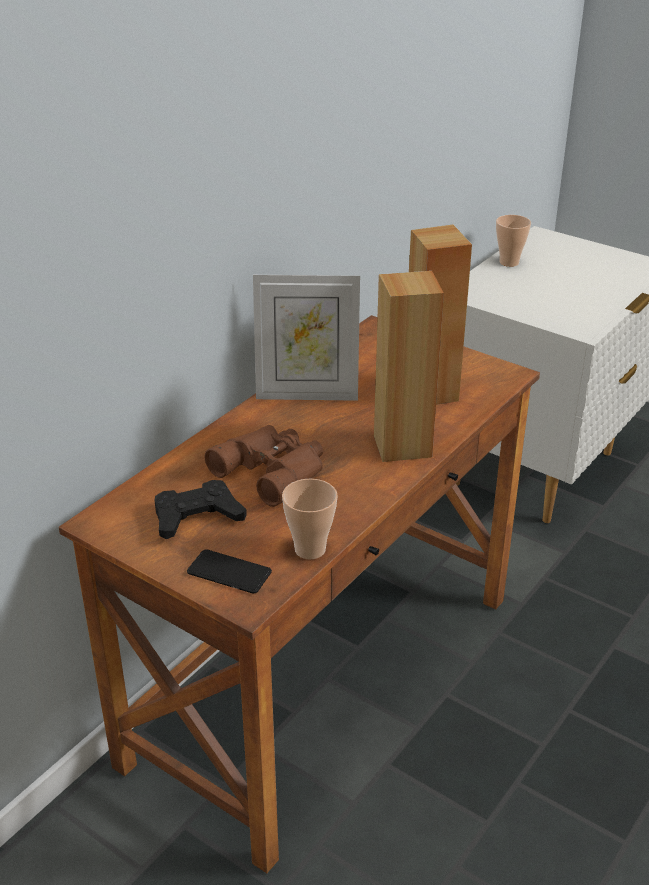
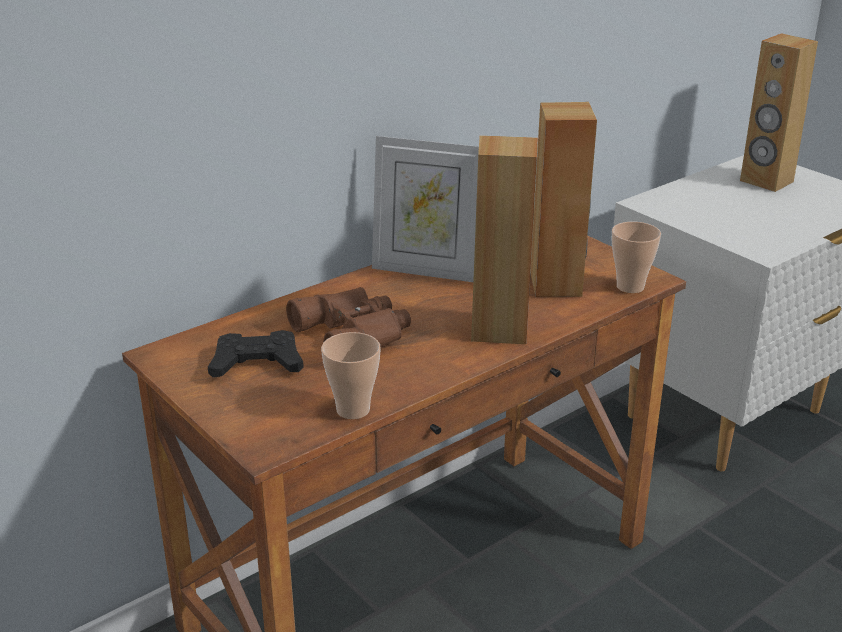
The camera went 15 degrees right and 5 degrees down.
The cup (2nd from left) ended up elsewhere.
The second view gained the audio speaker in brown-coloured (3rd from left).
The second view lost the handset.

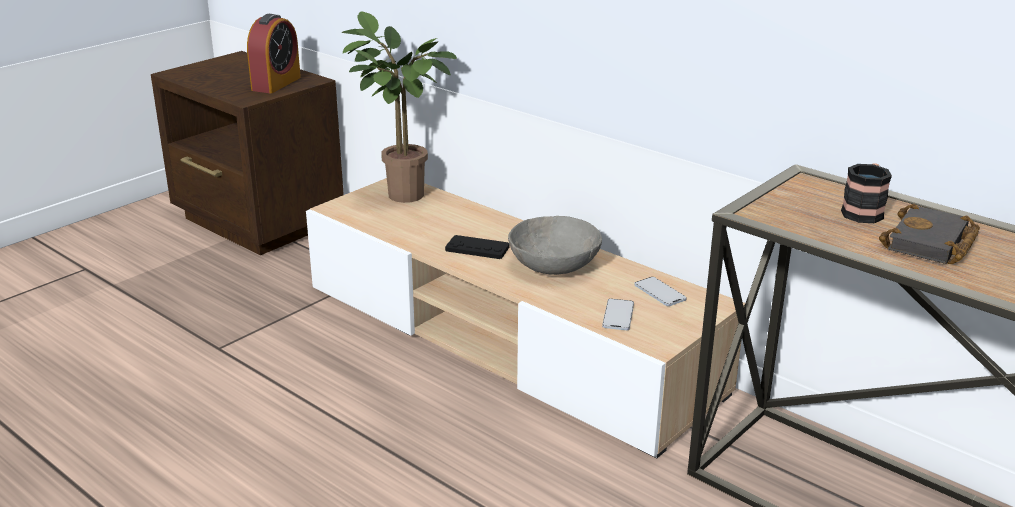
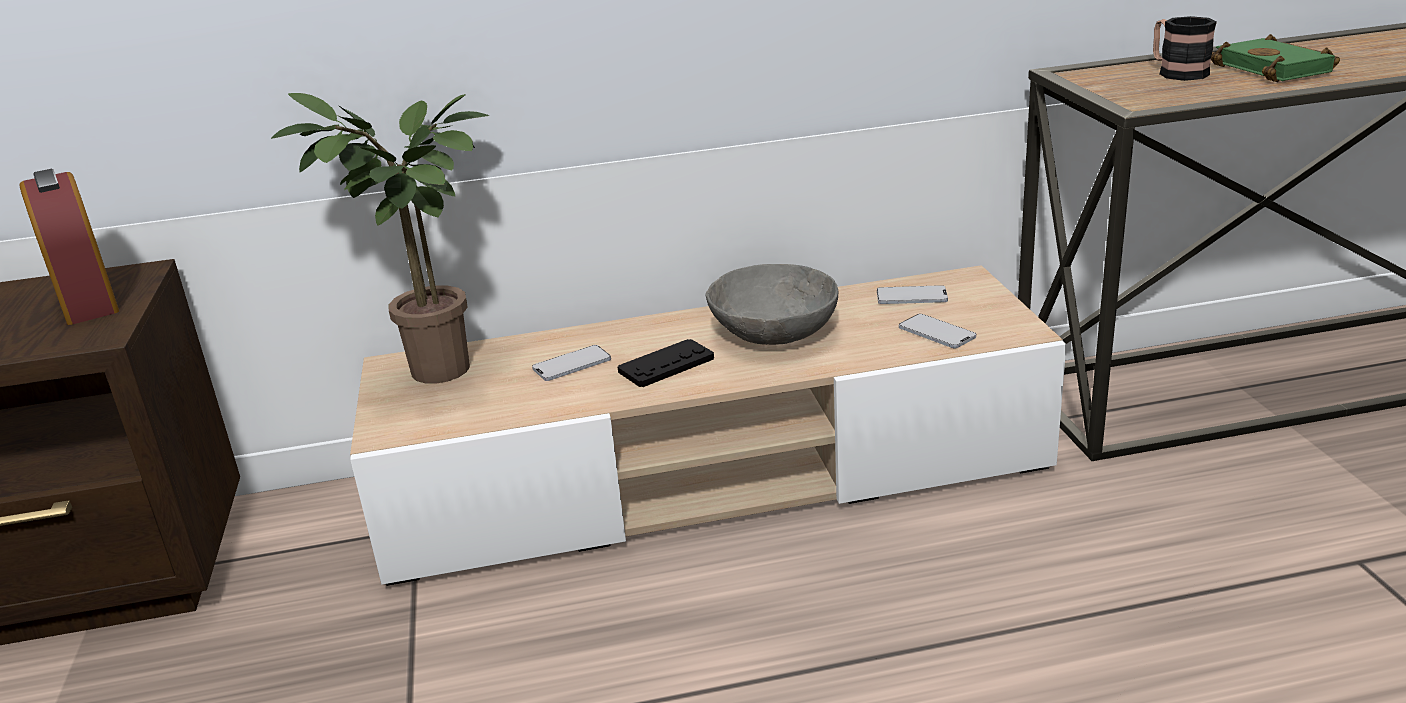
The camera went 50 degrees left and 0 degrees up.
The second view gained the handset (1st from left).
What was the book in black-coloured turned into the book in green.

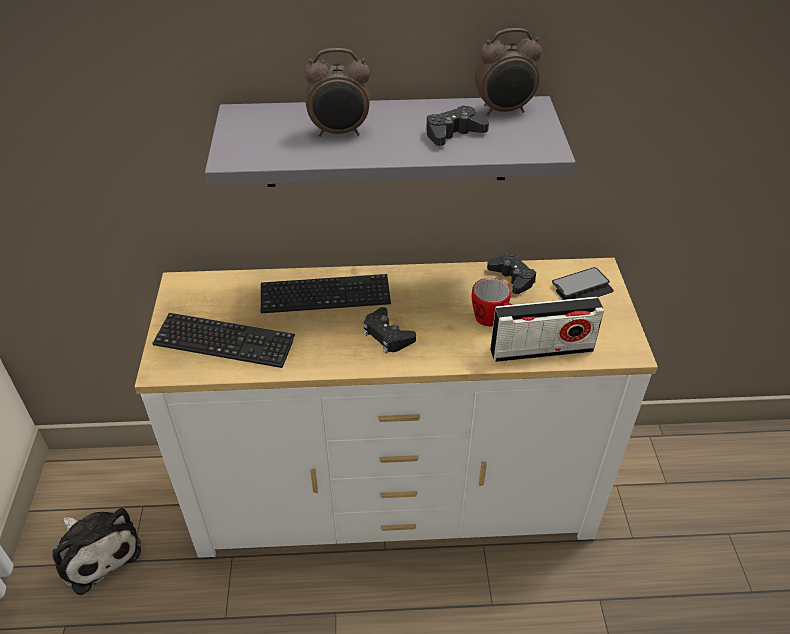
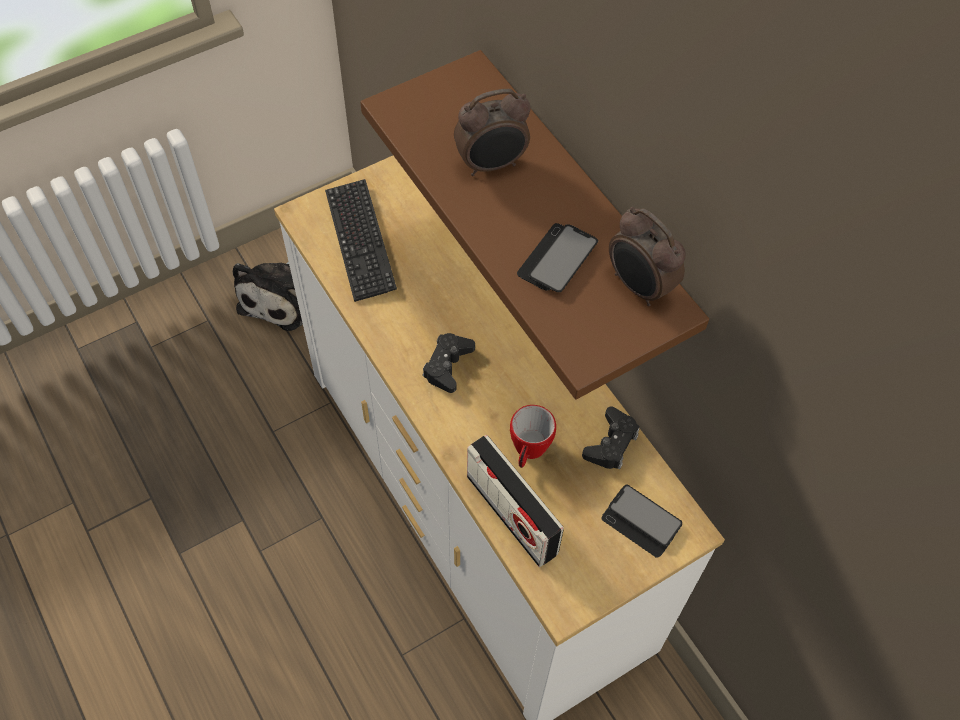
The camera went 60 degrees right and 15 degrees up.
What was the shelf in grey turned into the shelf in brown-coloured.
The alarm clock (1st from left) ended up facing another way, 75 degrees counterclockwise from before.
Where the gamepad in black-coloured (2nd from left) stood, the handset (1st from left) came to stand.
The second view lost the keyboard (2nd from left).

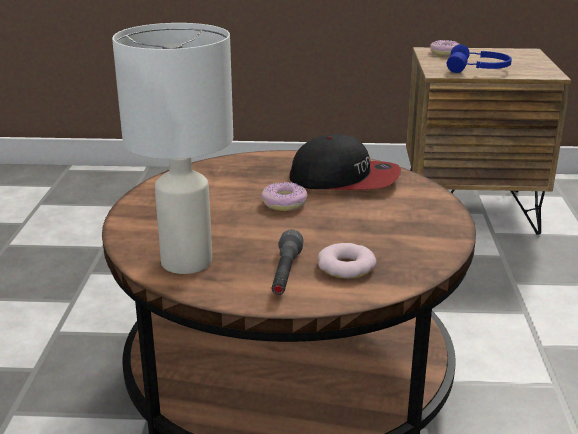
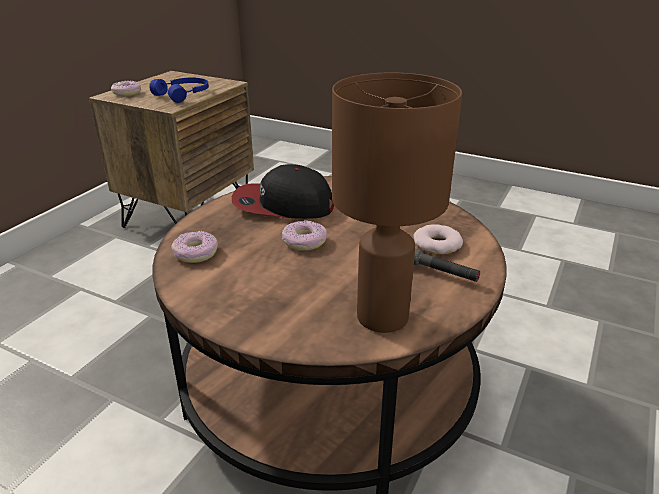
The camera went 65 degrees left and 5 degrees up.
The second view gained the donut (2nd from left).
The baseball cap ended up facing another way, 120 degrees counterclockwise from before.
What was the lamp for a table in white turned into the lamp for a table in brown-coloured.

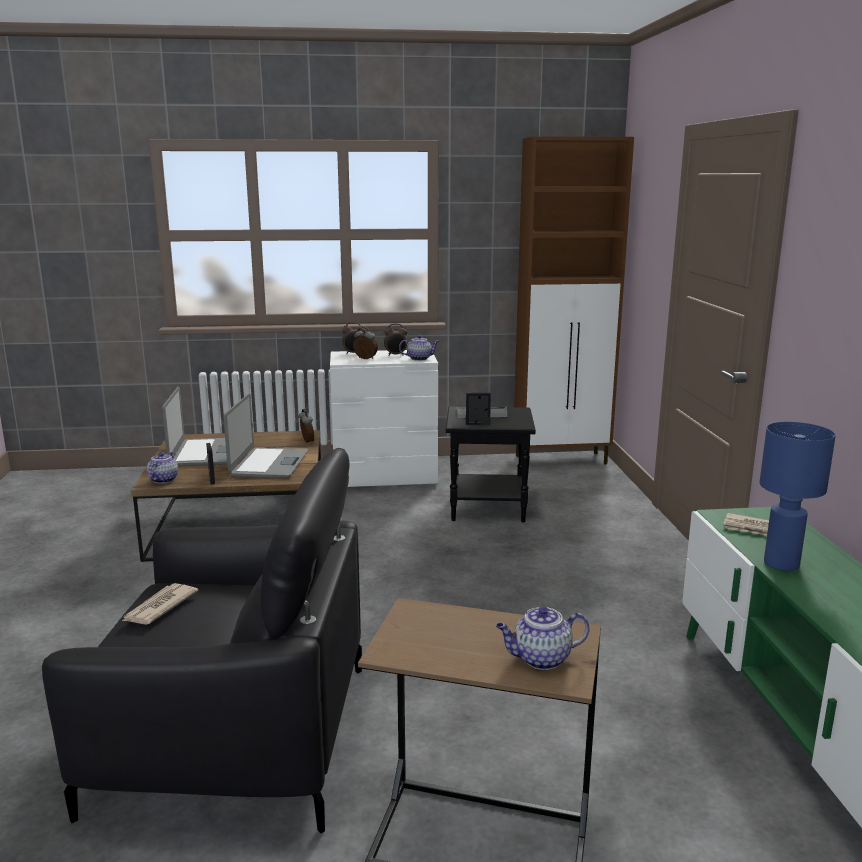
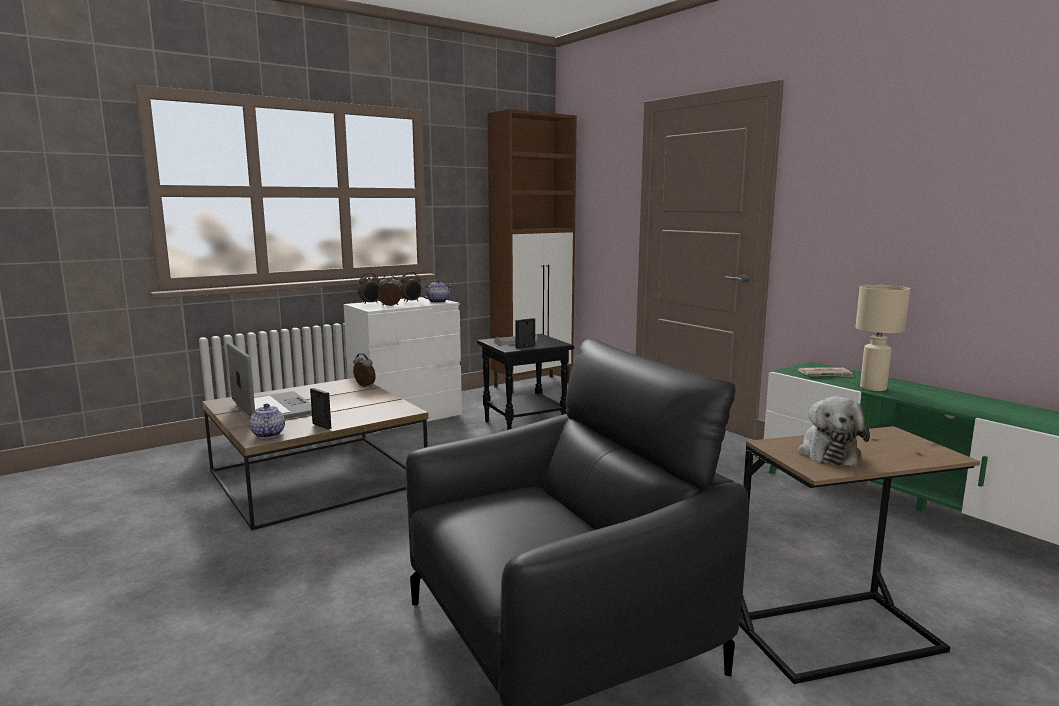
The camera went 30 degrees left and 5 degrees down.
The second view gained the cuddly toy.
What was the lamp for a table in bluish turned into the lamp for a table in beige-coloured.
The second view lost the daily paper (1st from left).
The second view lost the portable computer (2nd from left).
The second view lost the teapot (3rd from left).

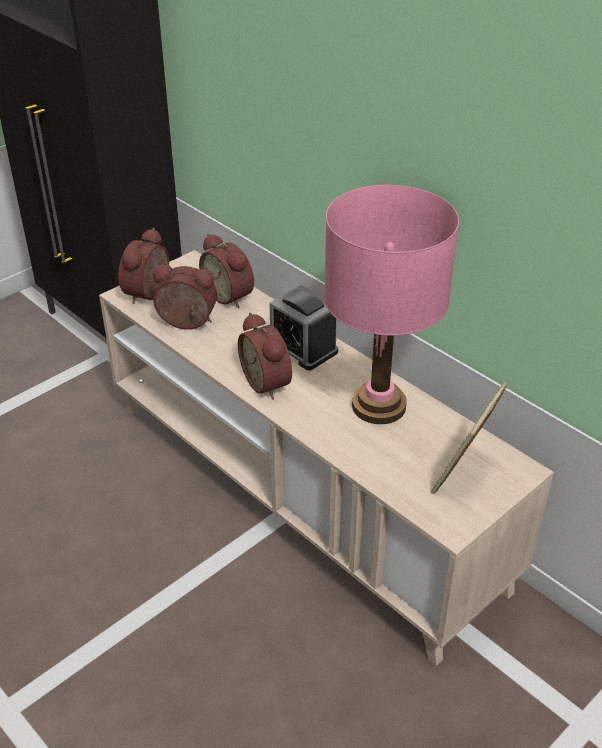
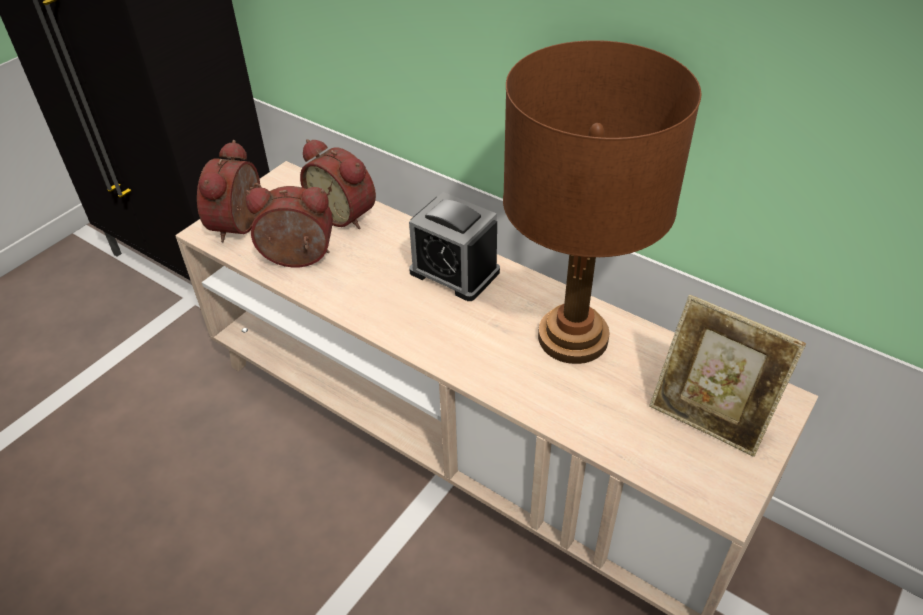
The camera went 10 degrees left and 5 degrees up.
What was the lamp for a table in pink-coloured turned into the lamp for a table in brown-coloured.
The photo frame ended up facing another way, 75 degrees counterclockwise from before.
The second view lost the alarm clock (4th from left).

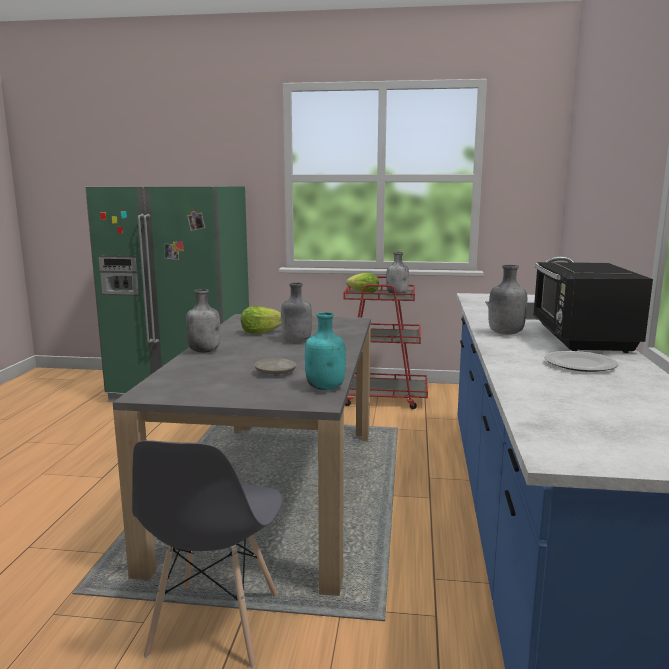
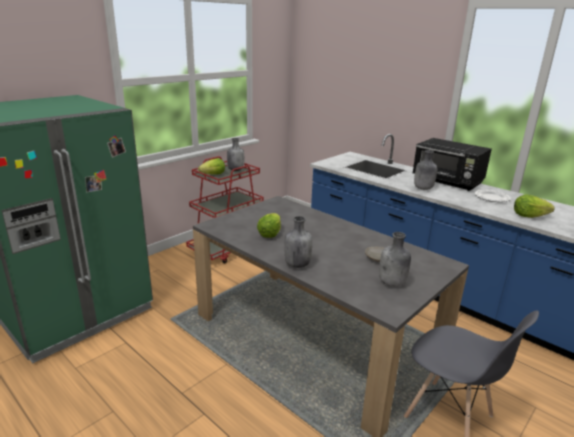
The camera went 55 degrees left and 10 degrees up.
The drink bottle in grey (2nd from left in the first image) ended up elsewhere.
The second view gained the lettuce (3rd from left).
The second view lost the drink bottle in blue-green.

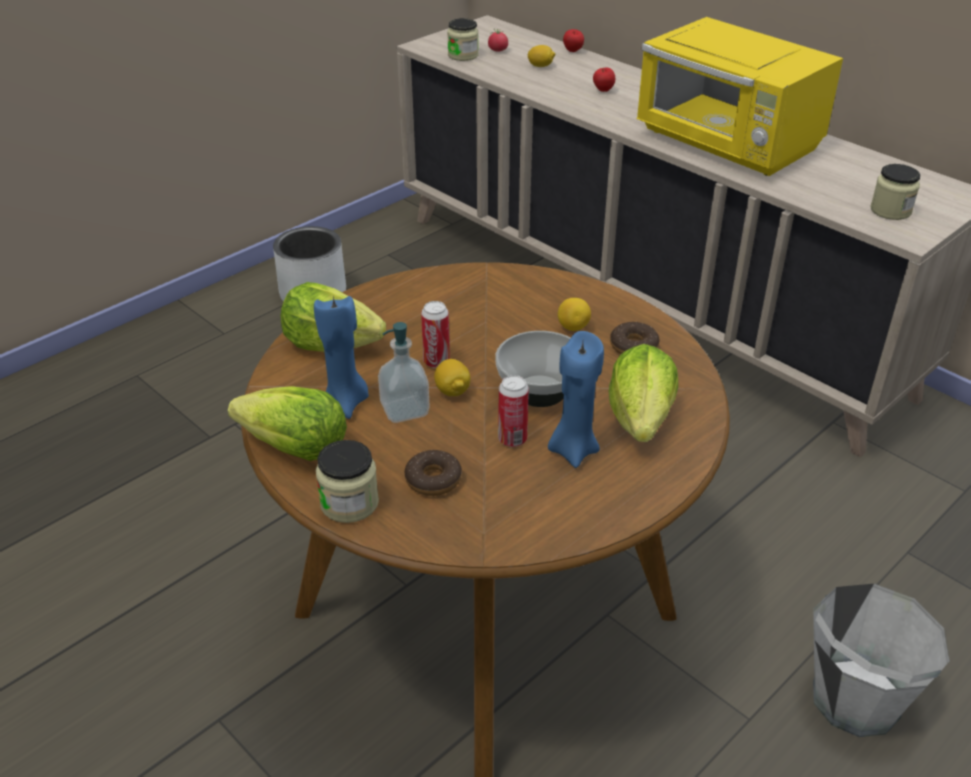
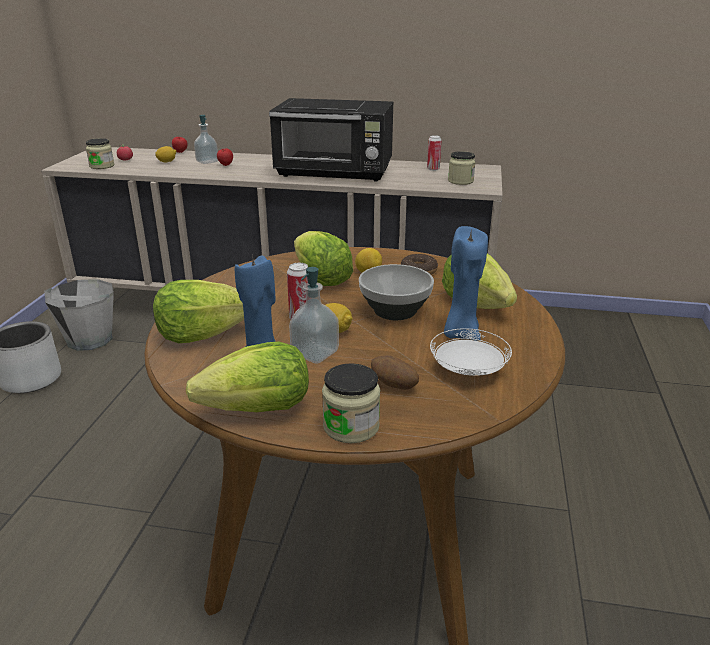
The camera went 35 degrees left and 10 degrees down.
The bucket in grey ended up elsewhere.
The second view gained the soap dispenser (1st from left).
What was the microwave oven in yellowish turned into the microwave oven in black-coloured.
The second view gained the lettuce (3rd from left).
Where the donut (1st from left) stood, the whole potato came to stand.
The metal can (2nd from left) ended up elsewhere.
The second view gained the dinner plate in white.

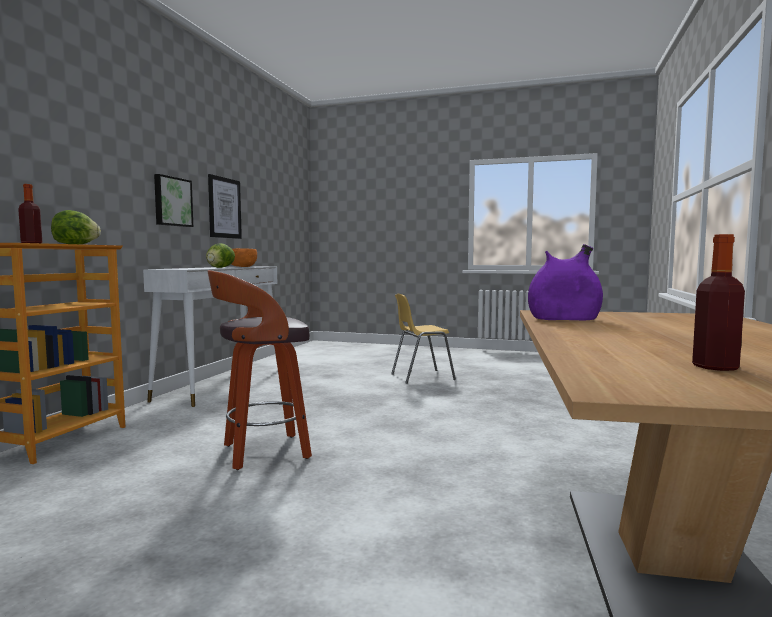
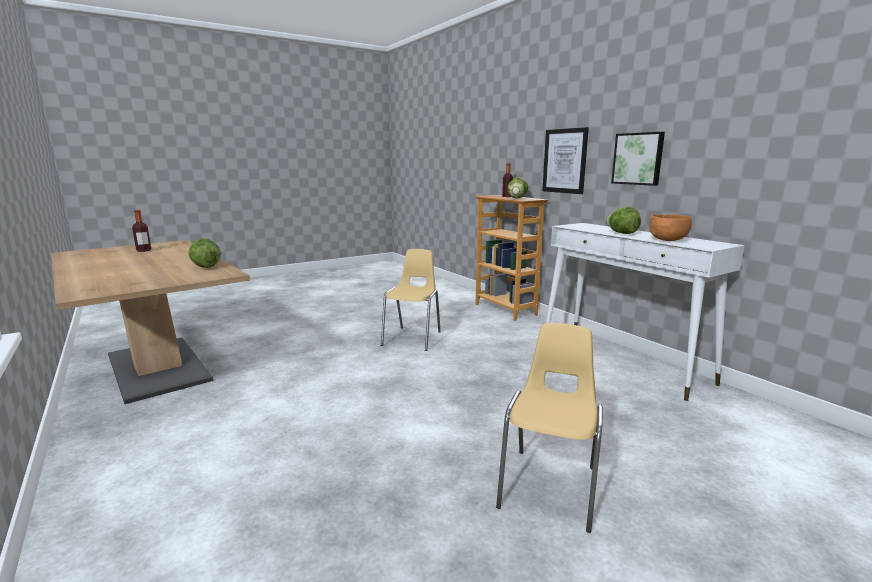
The camera went 130 degrees right and 10 degrees up.
Where the decorative vase in purple-coloured stood, the lettuce (1st from left) came to stand.
Where the sitting stool stood, the upright chair in yellowish (1st from left) came to stand.
The picture (2nd from left in the first image) ended up elsewhere.

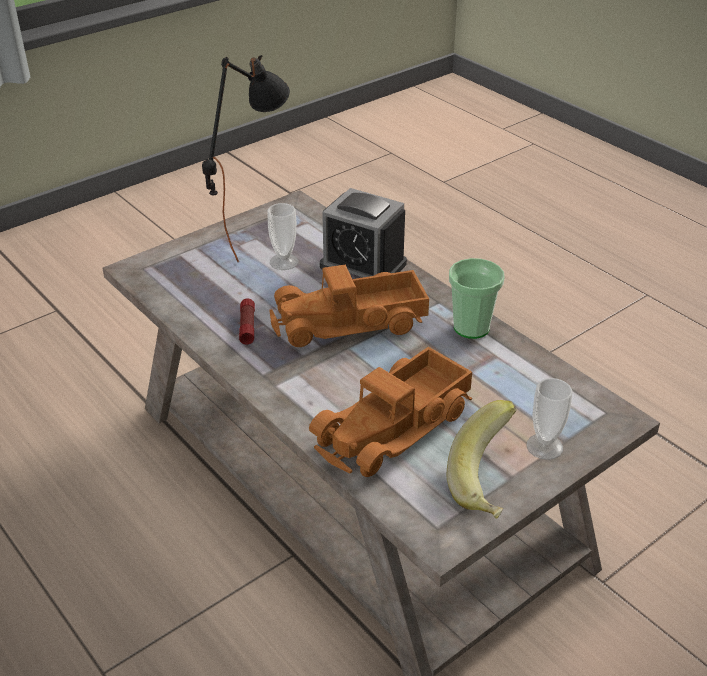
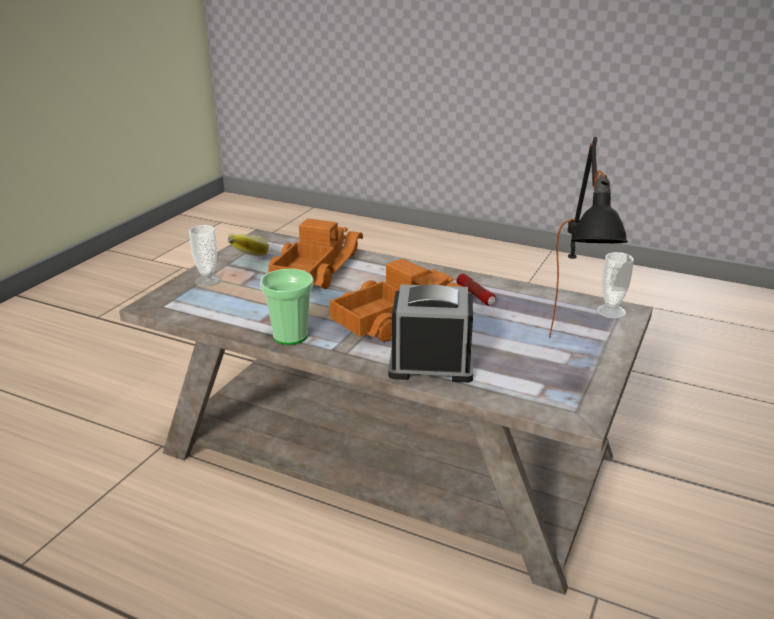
The camera went 155 degrees right and 10 degrees down.
The cup (1st from left in the first image) ended up elsewhere.

